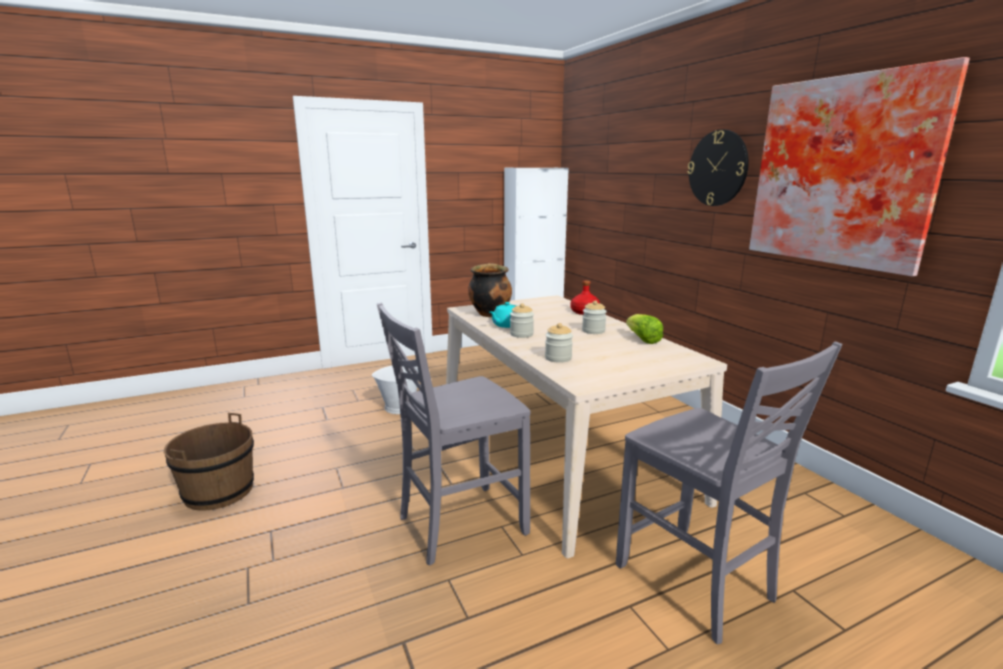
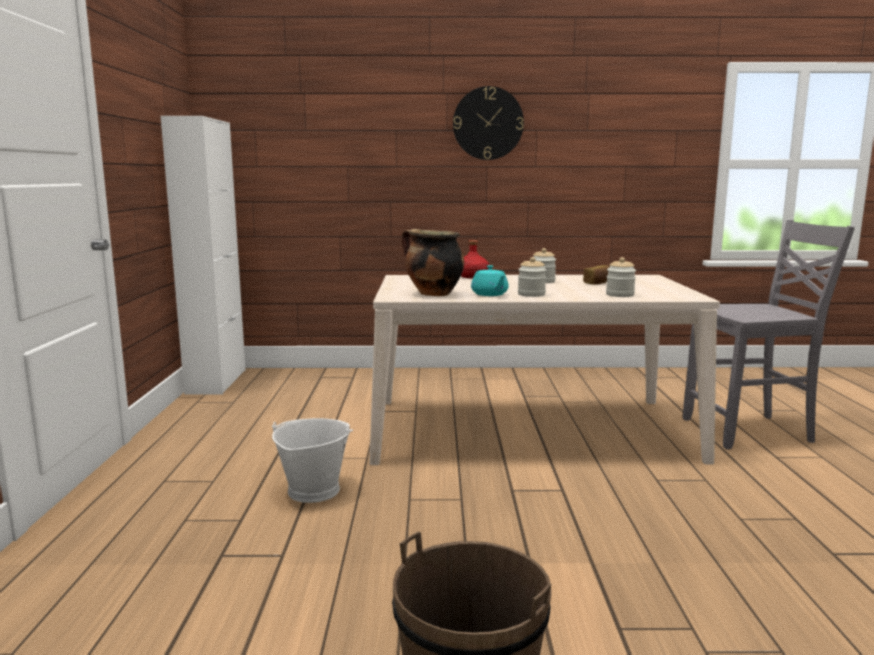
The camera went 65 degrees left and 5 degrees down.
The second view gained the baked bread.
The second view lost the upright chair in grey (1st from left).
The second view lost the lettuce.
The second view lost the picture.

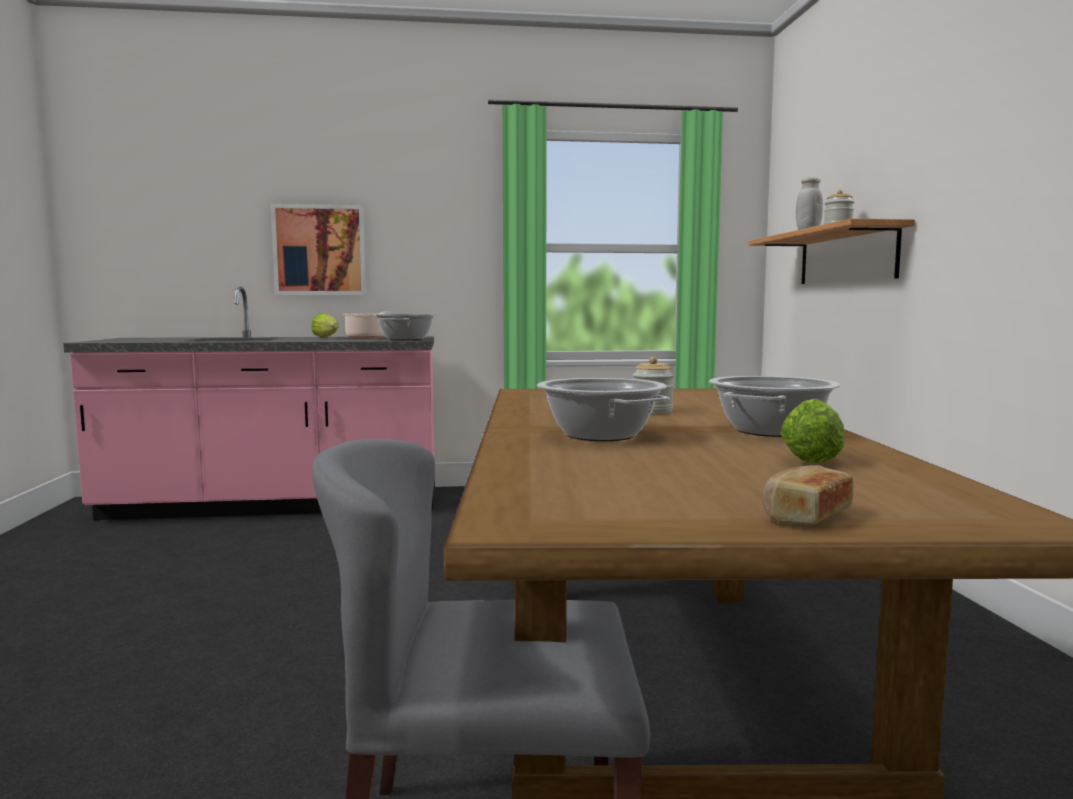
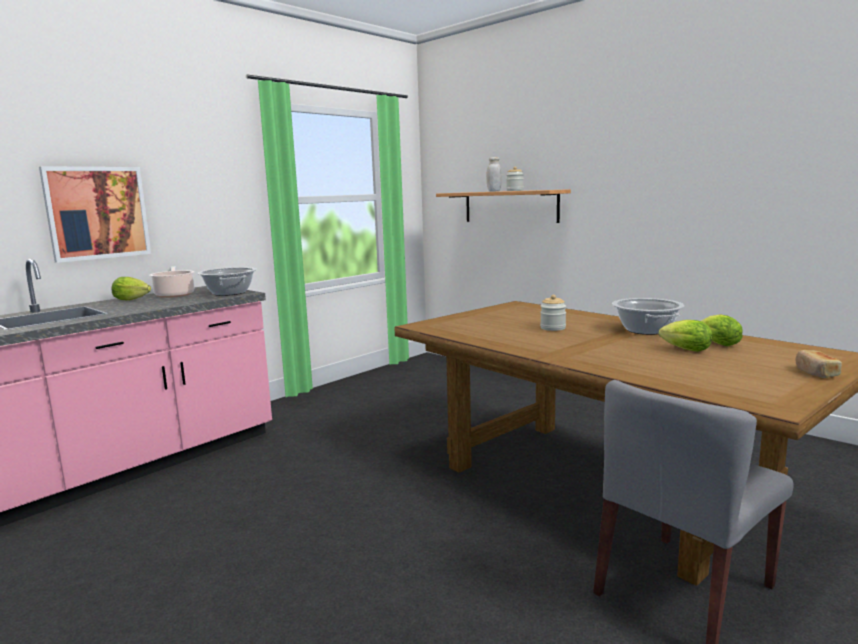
The camera went 40 degrees left and 5 degrees up.
The second view gained the lettuce (2nd from left).
The second view lost the saucepot (3rd from left).

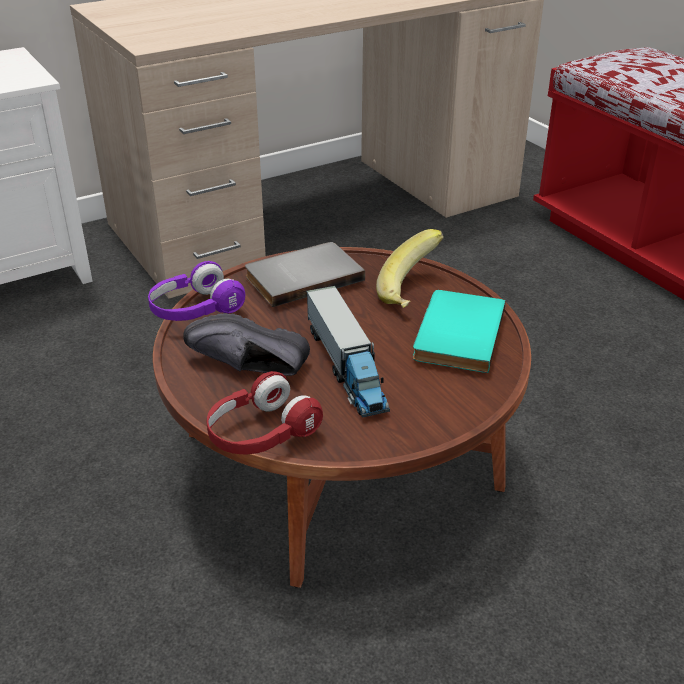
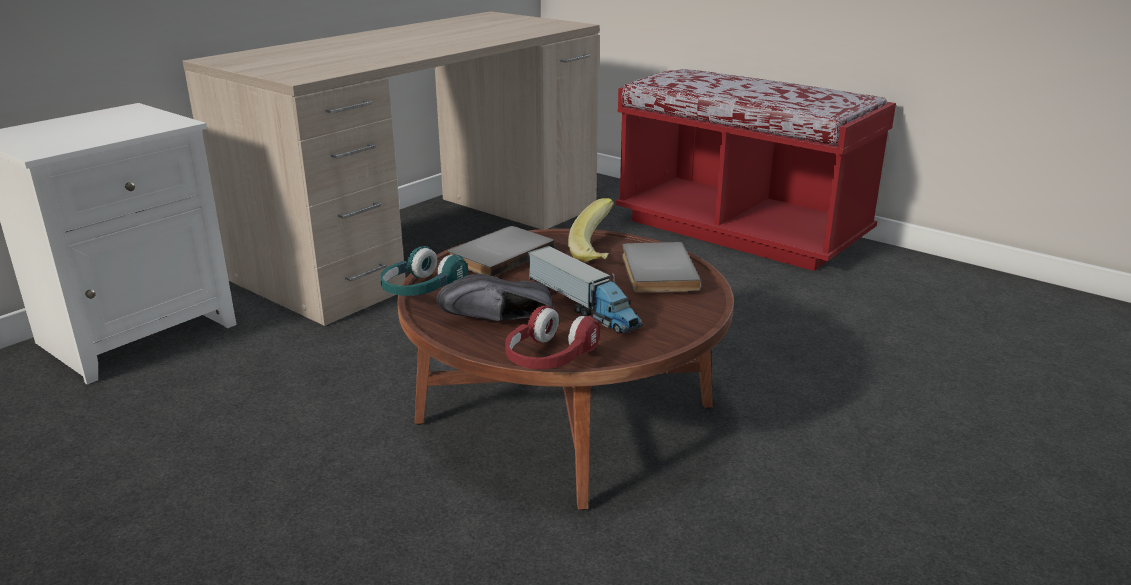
The camera went 20 degrees left and 10 degrees down.
What was the headset in purple-coloured turned into the headset in blue-green.
What was the book in blue-green turned into the book in grey (2nd from left).

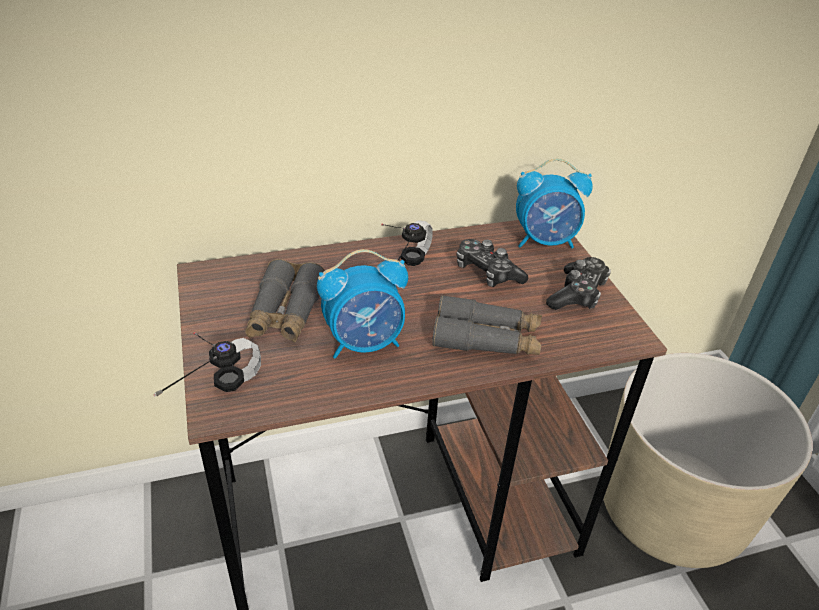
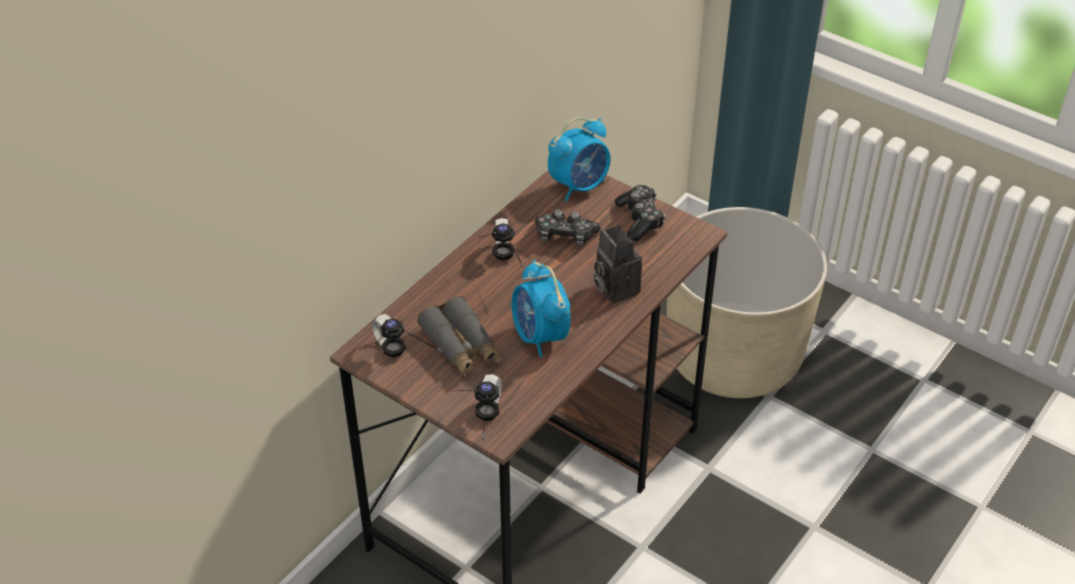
The camera went 35 degrees left and 5 degrees up.
The second view gained the headset (1st from left).
The alarm clock (1st from left) ended up facing another way, 120 degrees clockwise from before.
Where the binoculars in grey (2nd from left) stood, the still camera came to stand.

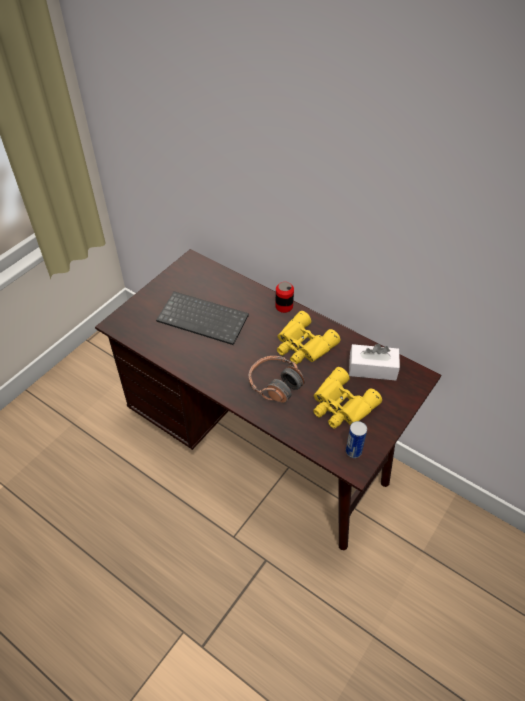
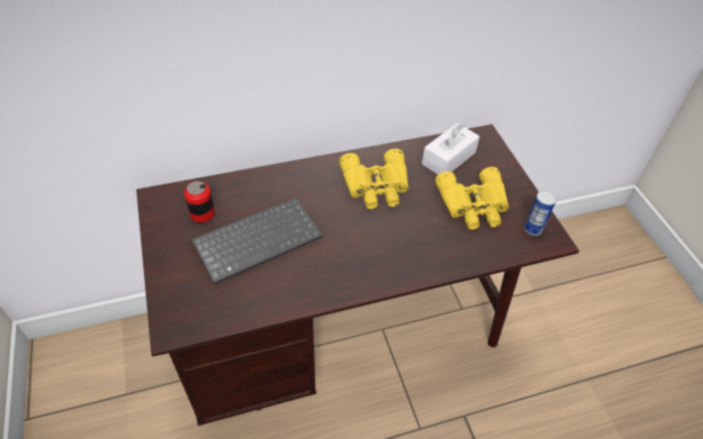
The camera went 55 degrees left and 0 degrees up.
The metal can (1st from left) ended up elsewhere.
The second view lost the headset.

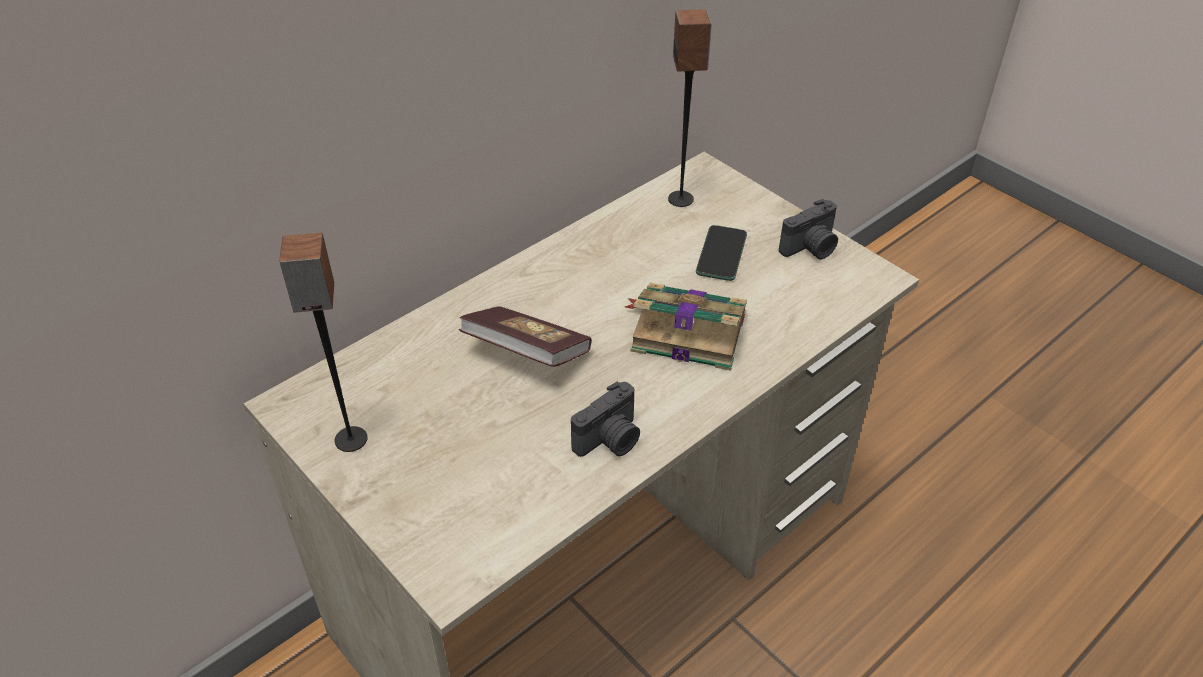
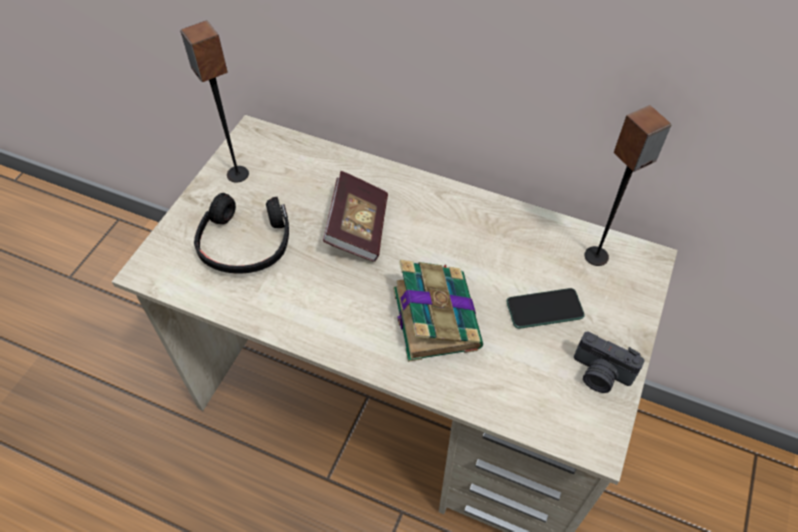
The camera went 65 degrees right and 10 degrees up.
The second view gained the headset in black-coloured.
The second view lost the still camera (1st from left).

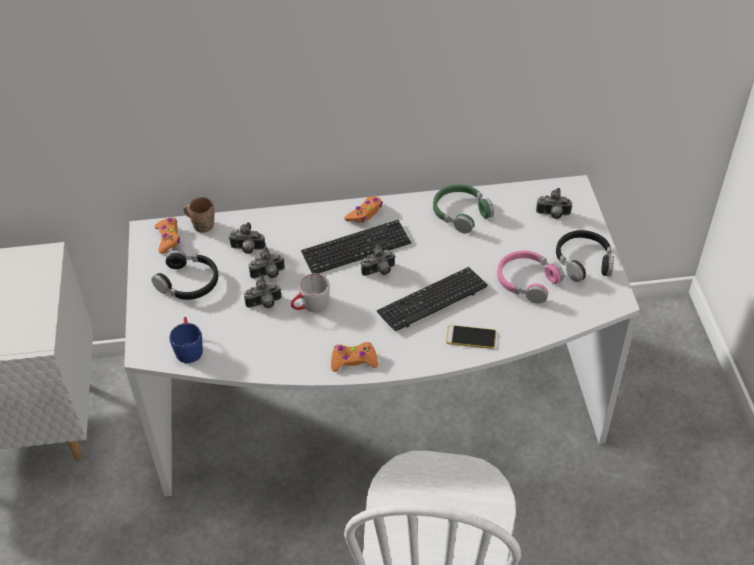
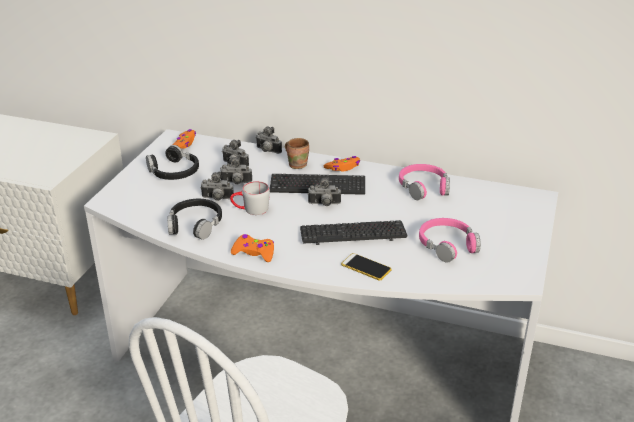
The camera went 25 degrees right and 15 degrees down.
The headset in black-coloured (2nd from left) ended up elsewhere.
The still camera (5th from left in the first image) ended up elsewhere.
The coffee mug in brown-coloured ended up elsewhere.
What was the headset in green turned into the headset in pink-coloured (1st from left).
The second view lost the coffee mug in bluish.

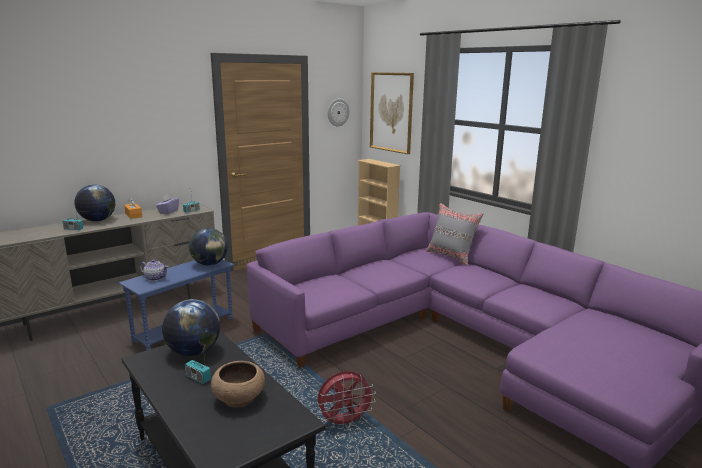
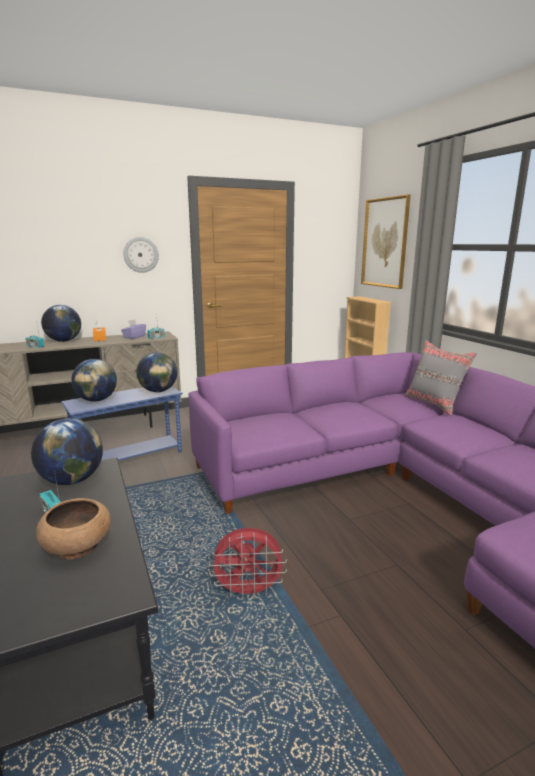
The camera went 15 degrees right and 0 degrees up.
Where the teapot stood, the globe (3rd from left) came to stand.
The hanging clock ended up elsewhere.

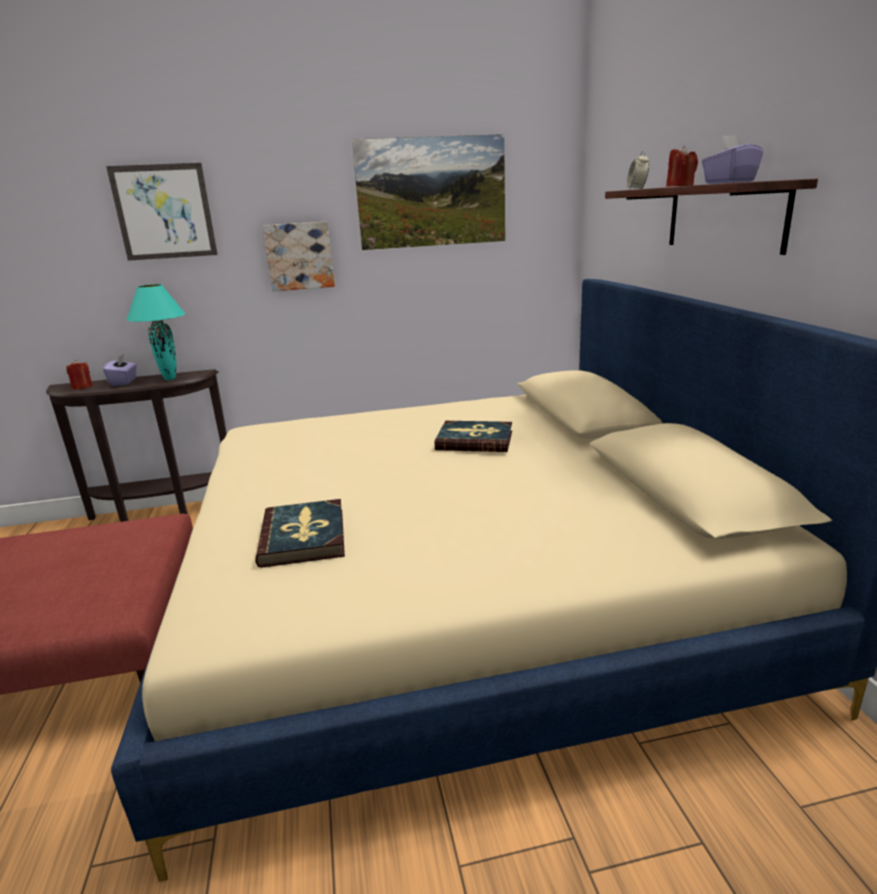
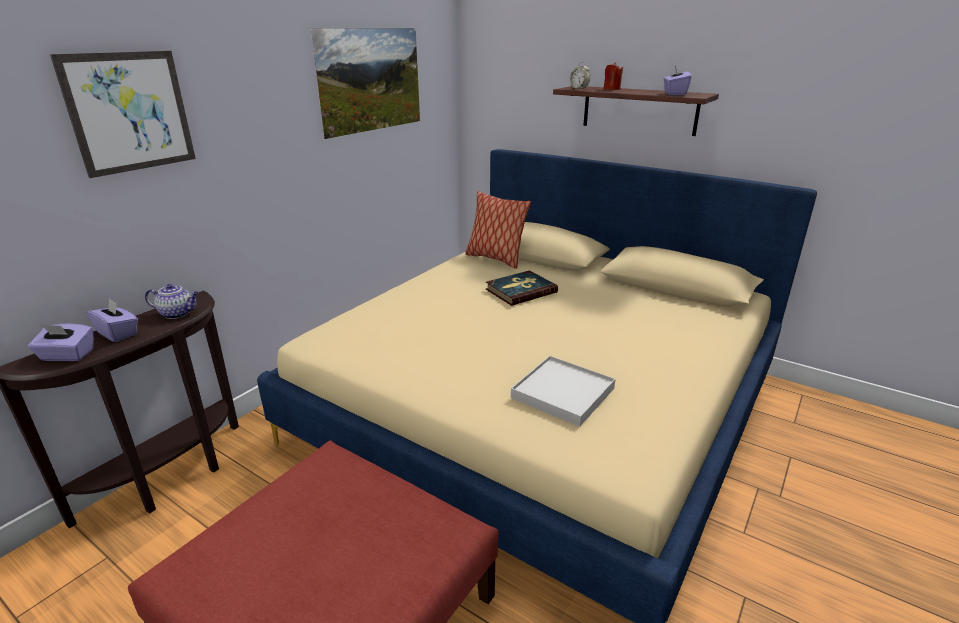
The camera went 45 degrees left and 5 degrees up.
Where the wax candle in reddish (1st from left) stood, the tissue box in purple-coloured (1st from left) came to stand.
Where the lamp for a table in blue-green stood, the teapot came to stand.
The second view gained the throw pillow.
Where the book (1st from left) stood, the carrying tray in white came to stand.
The second view lost the picture (2nd from left).

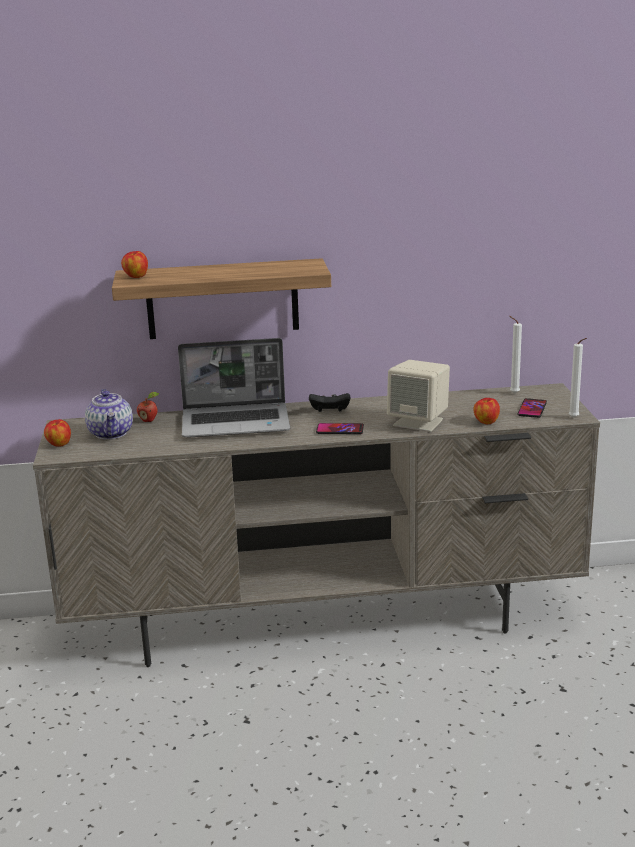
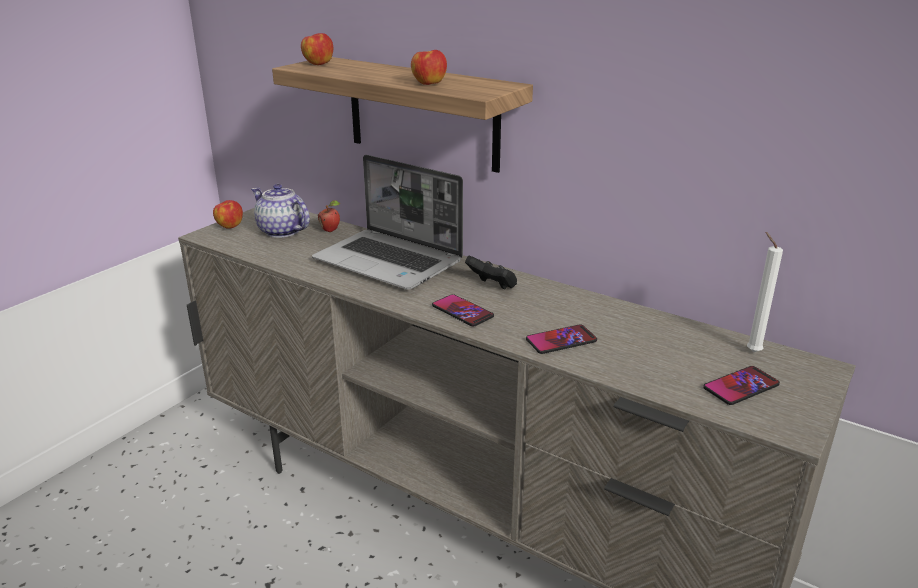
The camera went 40 degrees right and 5 degrees up.
The teapot ended up facing another way, 105 degrees clockwise from before.
The apple (4th from left) ended up elsewhere.
Where the audio speaker in beige-coloured stood, the handset (2nd from left) came to stand.
The second view lost the wax candle in white (2nd from left).

